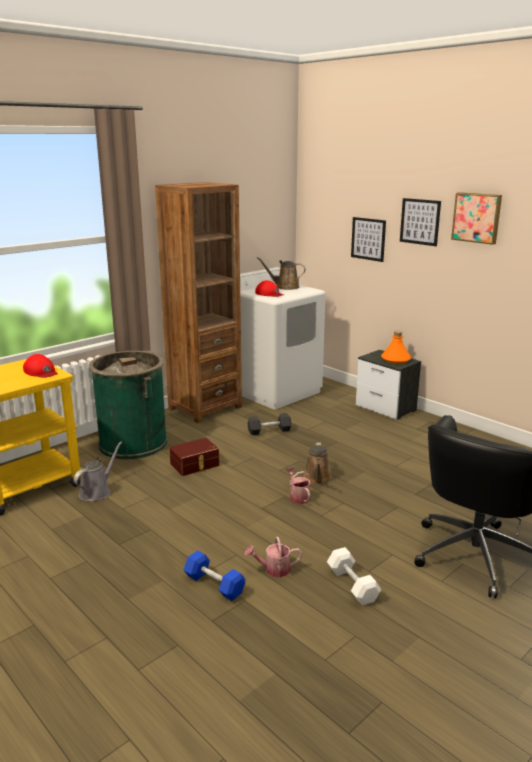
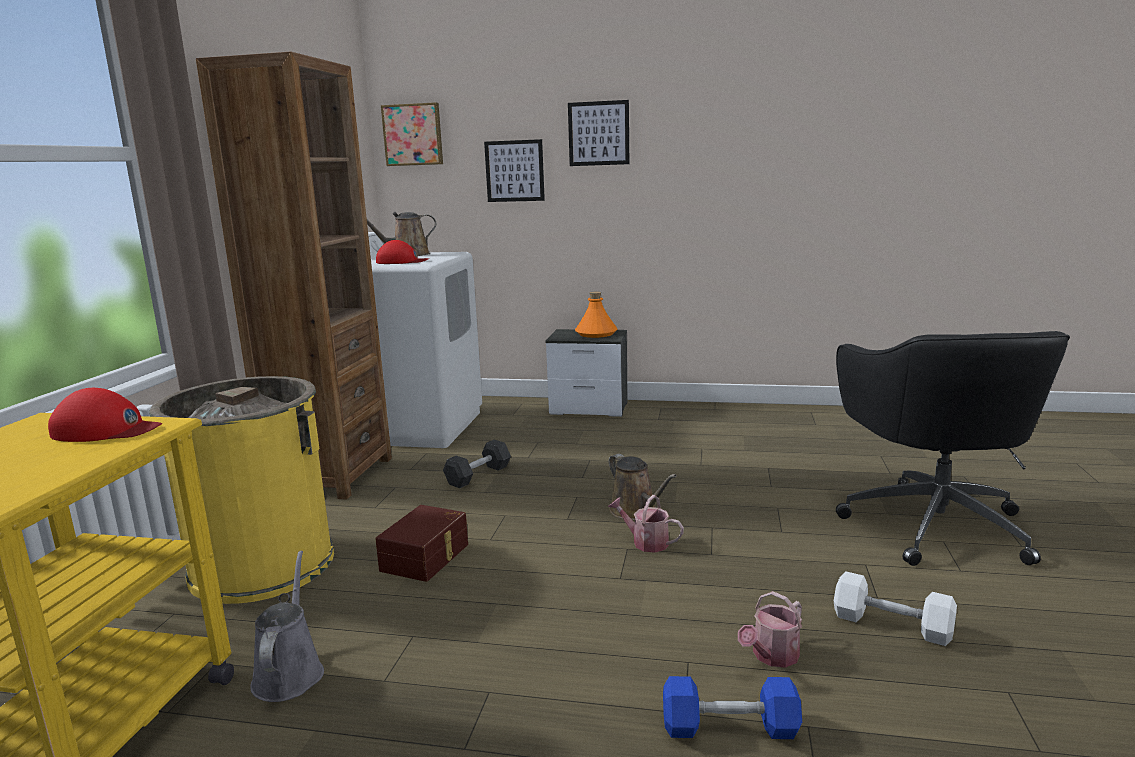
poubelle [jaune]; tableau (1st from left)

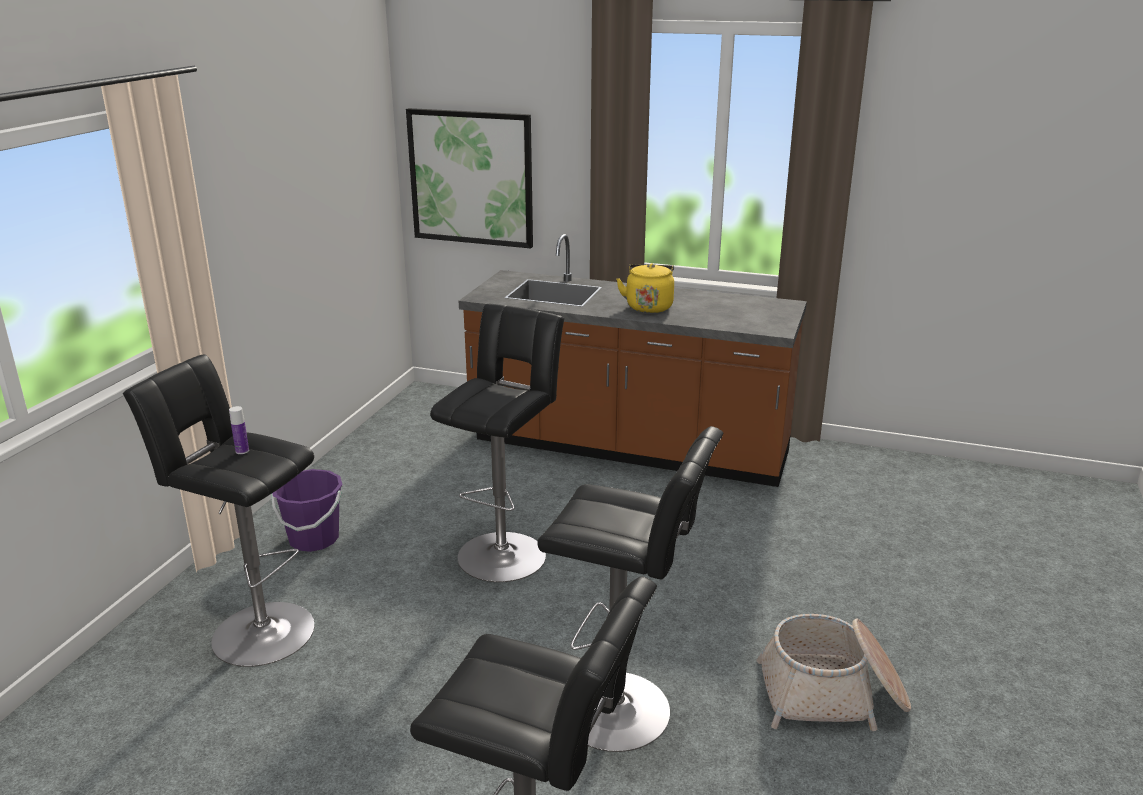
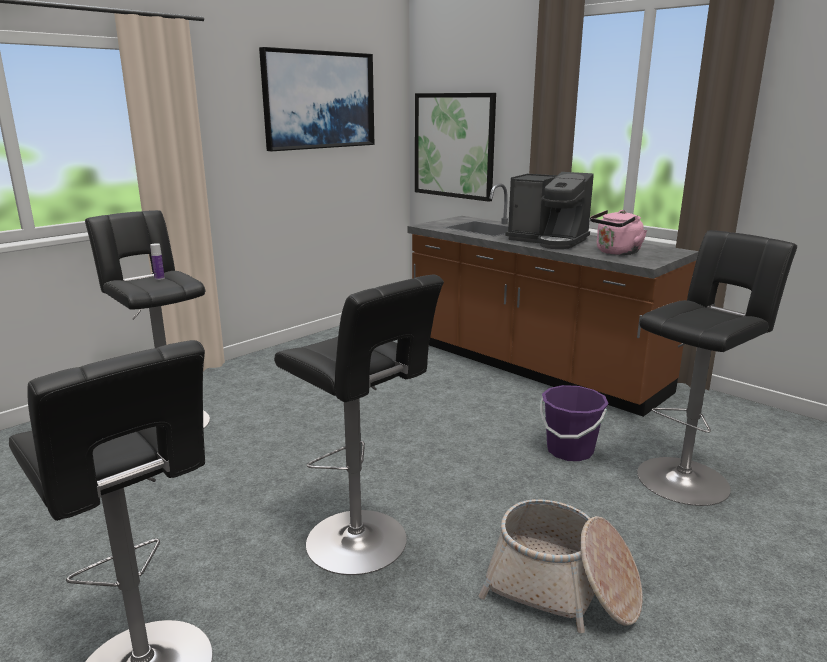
seau [violet]; tabouret [noir] (4th from left); machine à café; tableau (1st from left); bouilloire [rose]

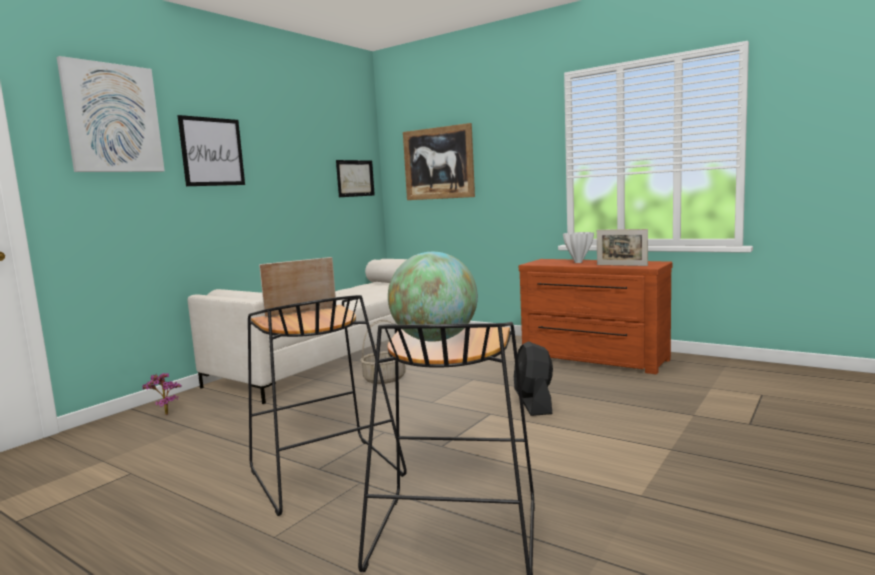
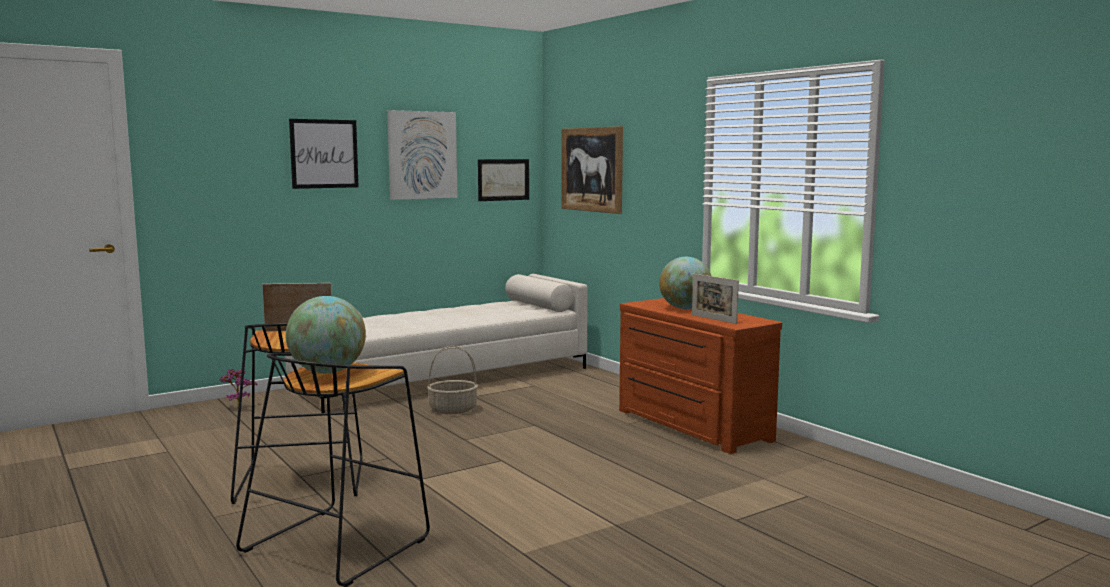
tableau (2nd from left); ventilateur [noir]; globe (2nd from left)

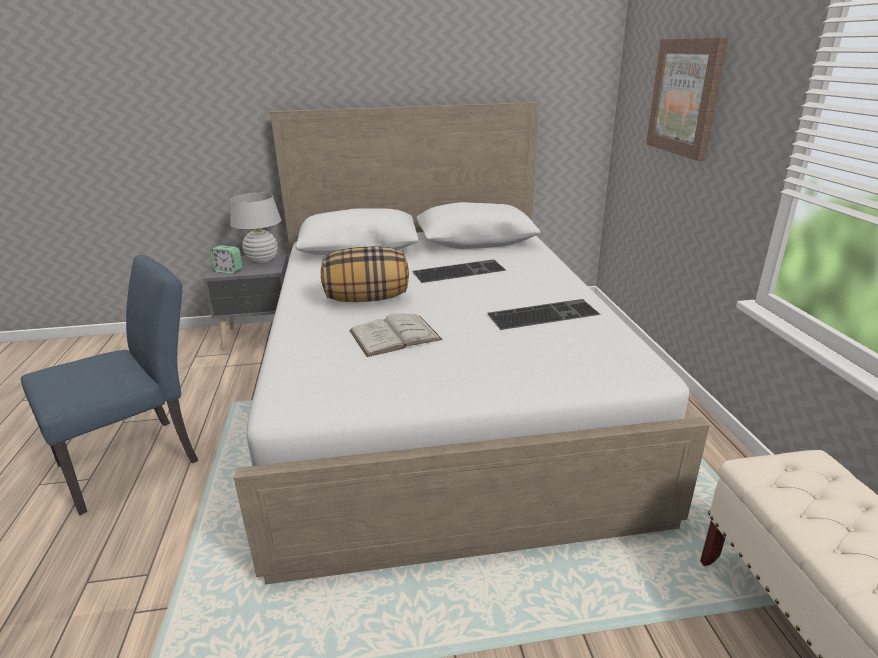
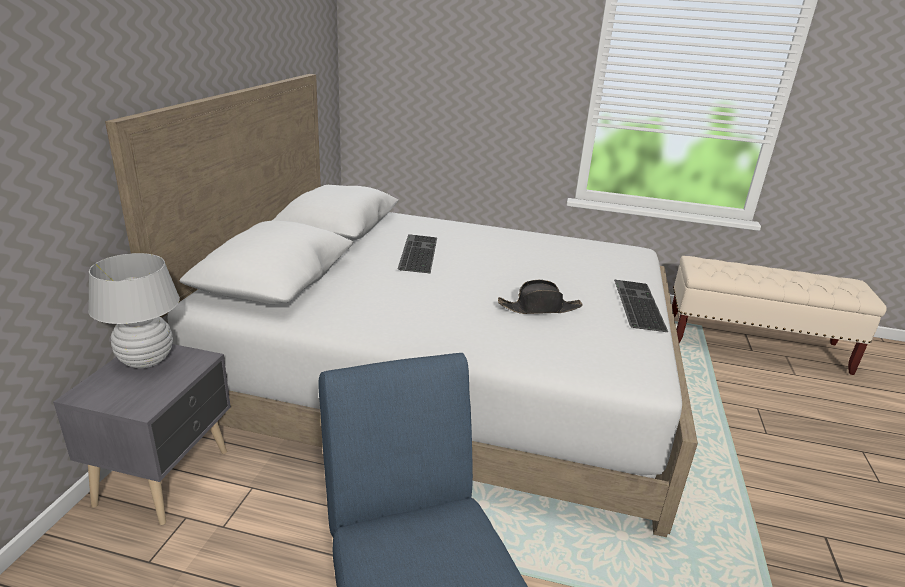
réveil; coussin; chapeau [noir]; clavier (2nd from left); tableau

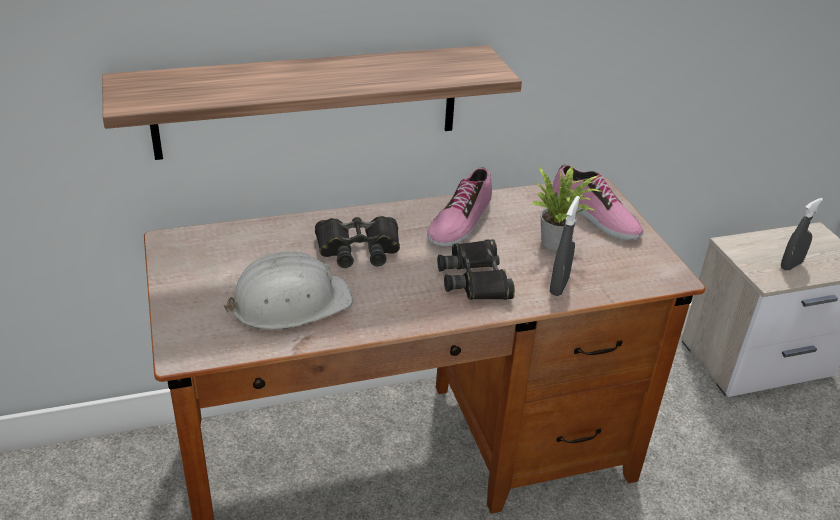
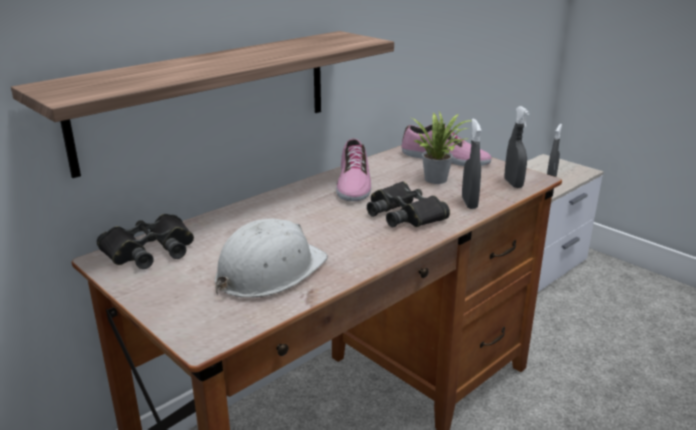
jumelles [noir] (1st from left); vaporisateur [gris] (2nd from left)

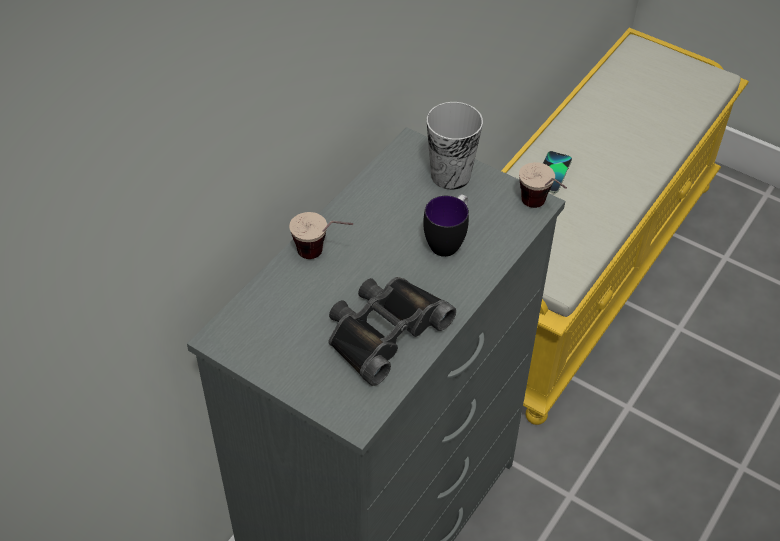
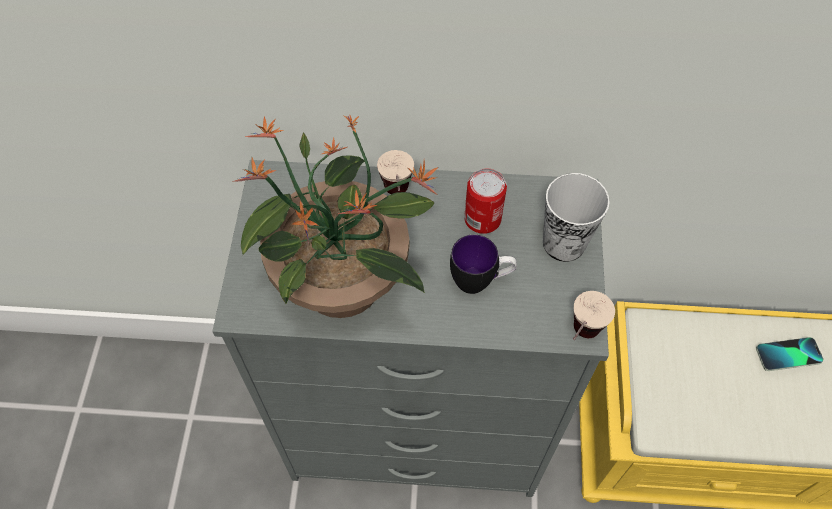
plante en pot; boîte métallique

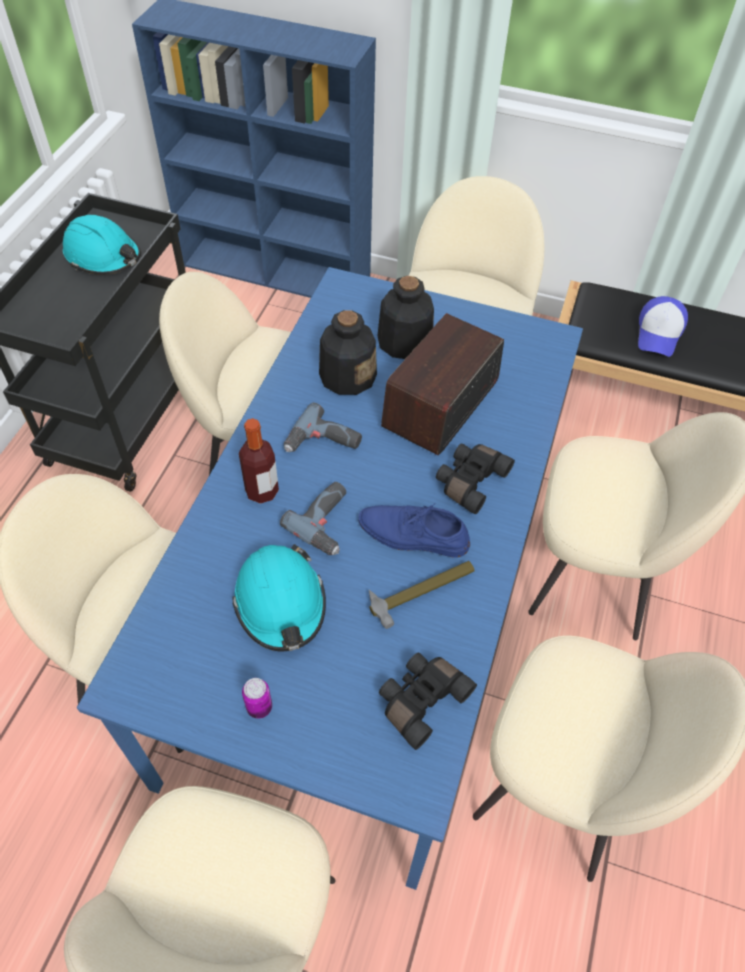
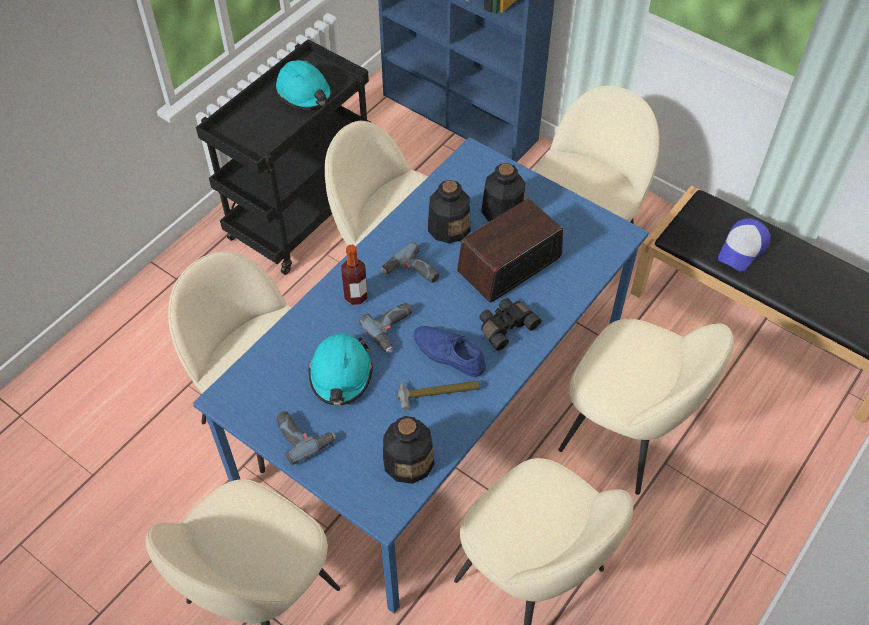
perceuse (1st from left); bouteille (2nd from left)

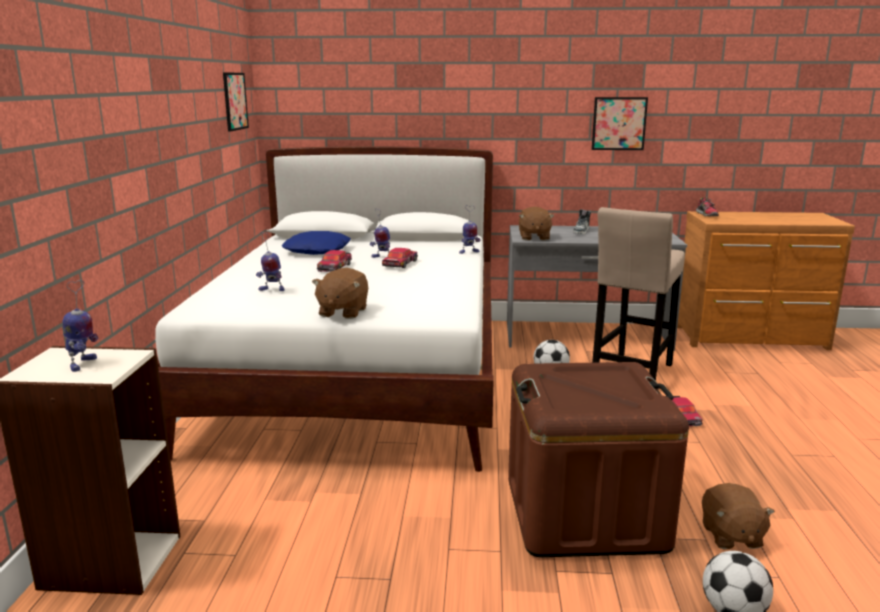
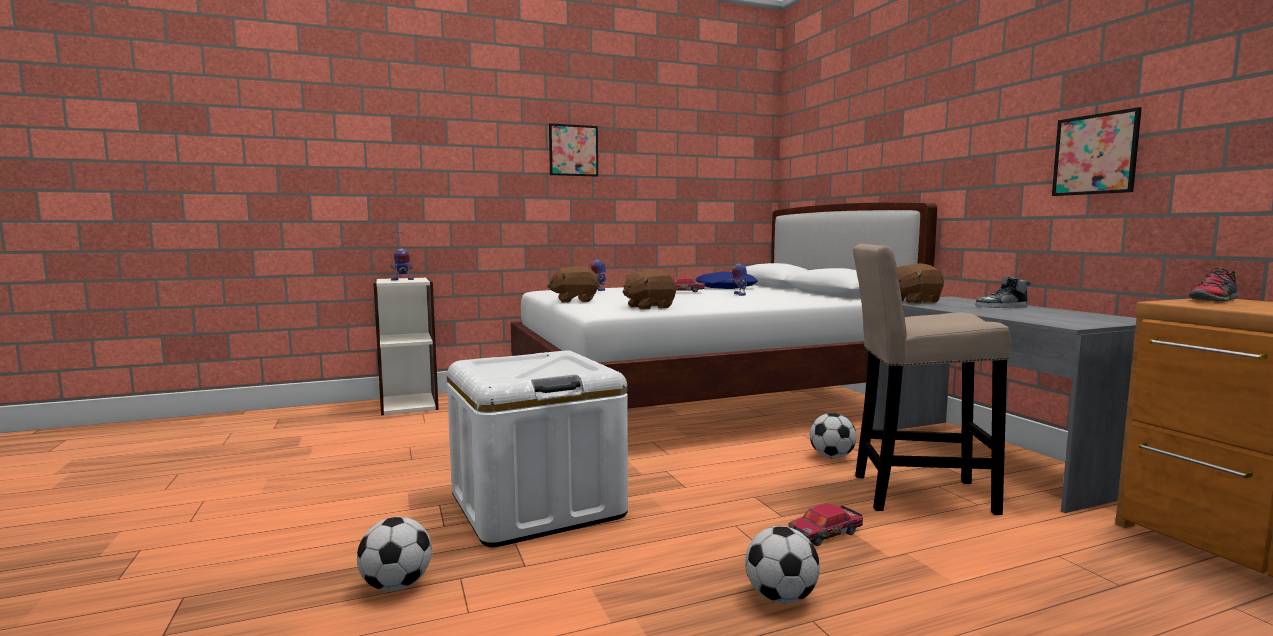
tableau (1st from left); petite voiture (2nd from left in the first image); robot jouet (4th from left in the first image); boîte de rangement [blanc]; peluche [marron] (2nd from left); ballon de foot (2nd from left)

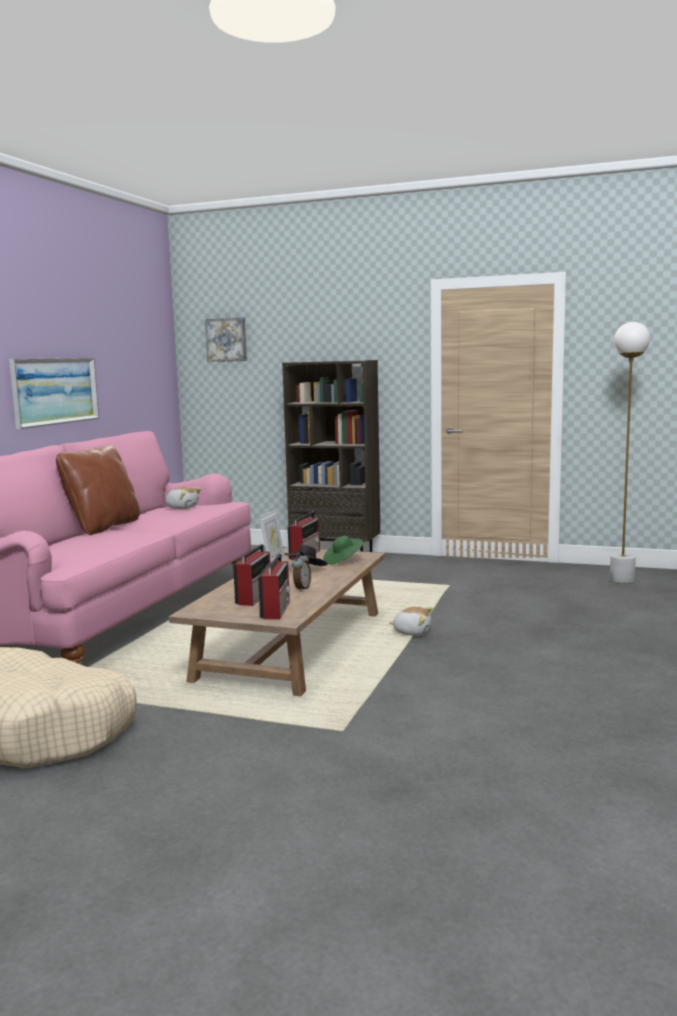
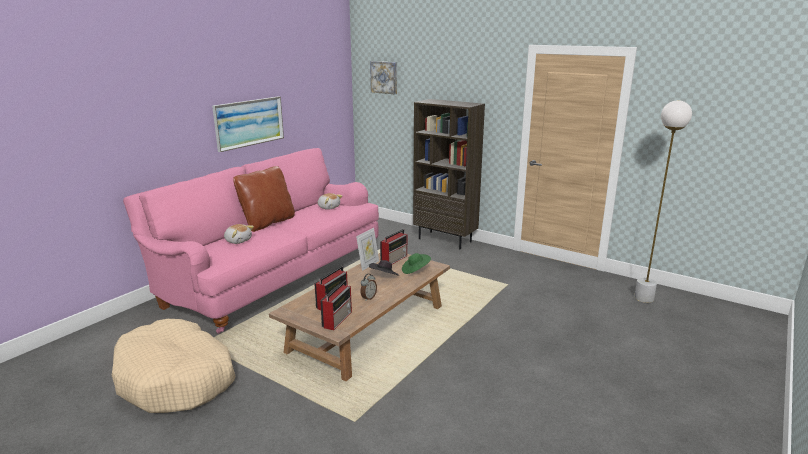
peluche (1st from left)

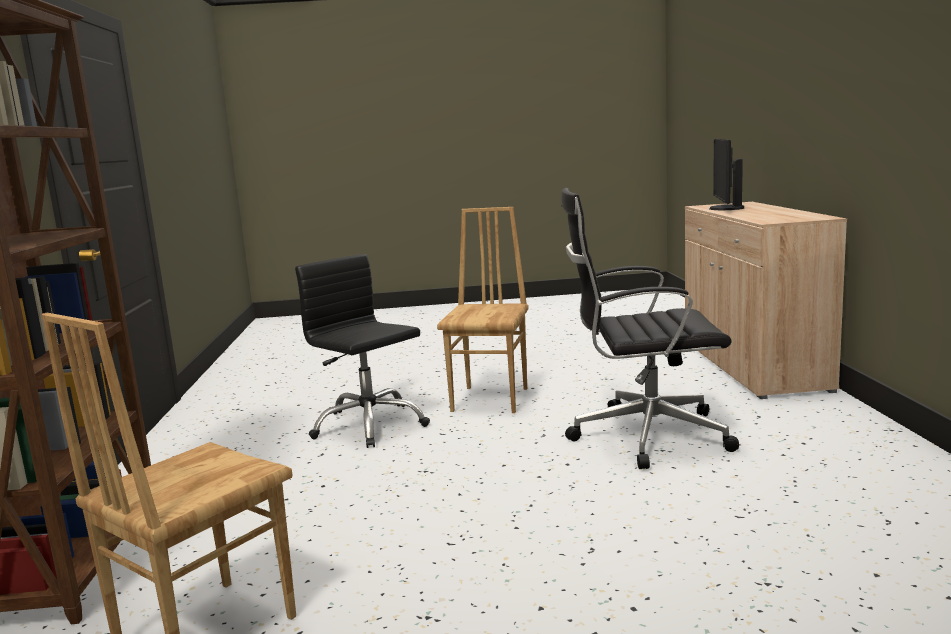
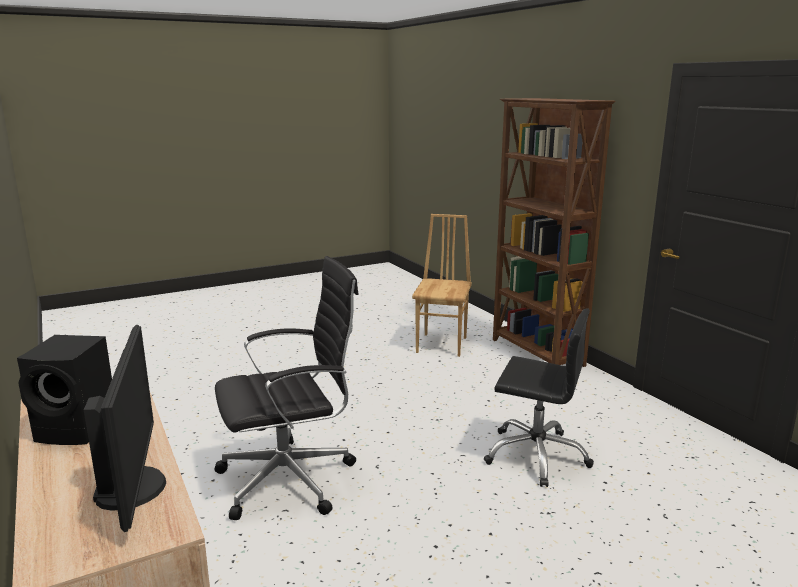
chaise [marron] (2nd from left in the first image); enceinte [noir]

